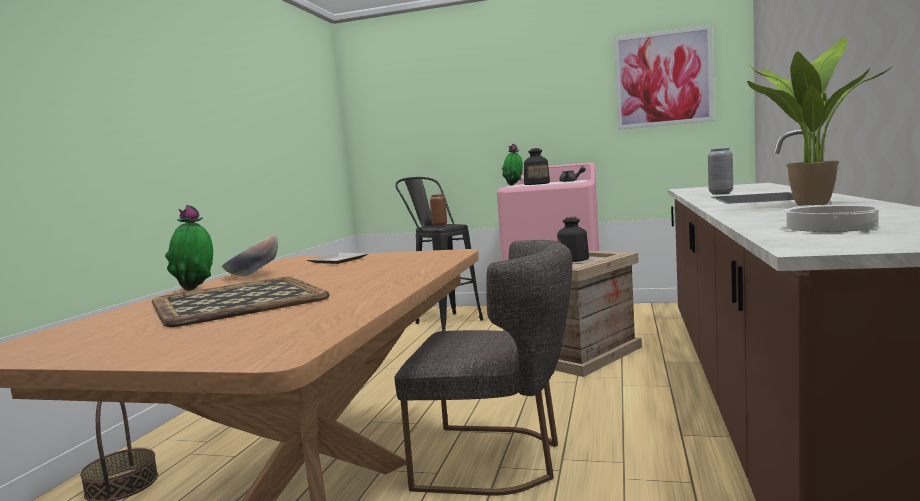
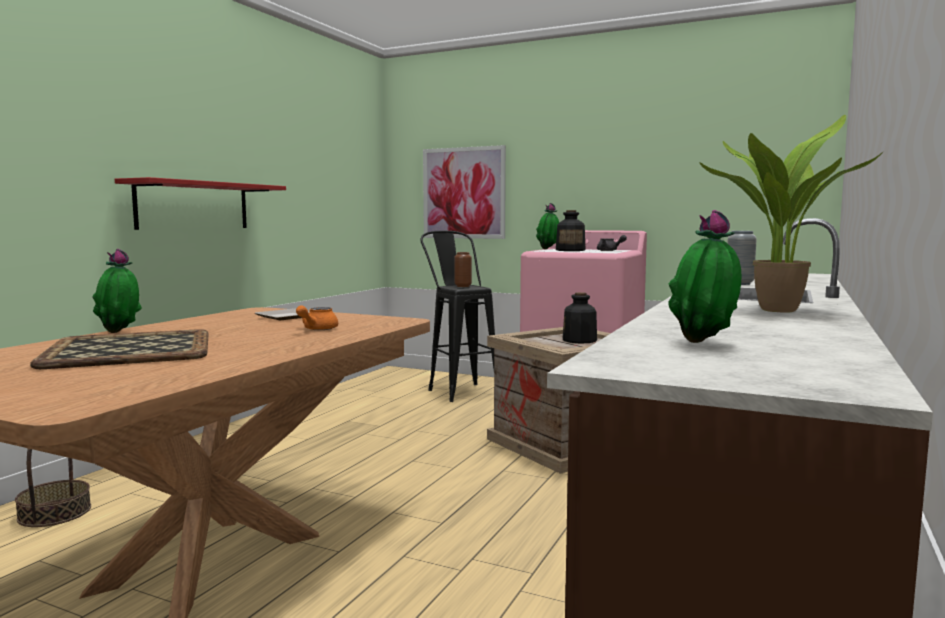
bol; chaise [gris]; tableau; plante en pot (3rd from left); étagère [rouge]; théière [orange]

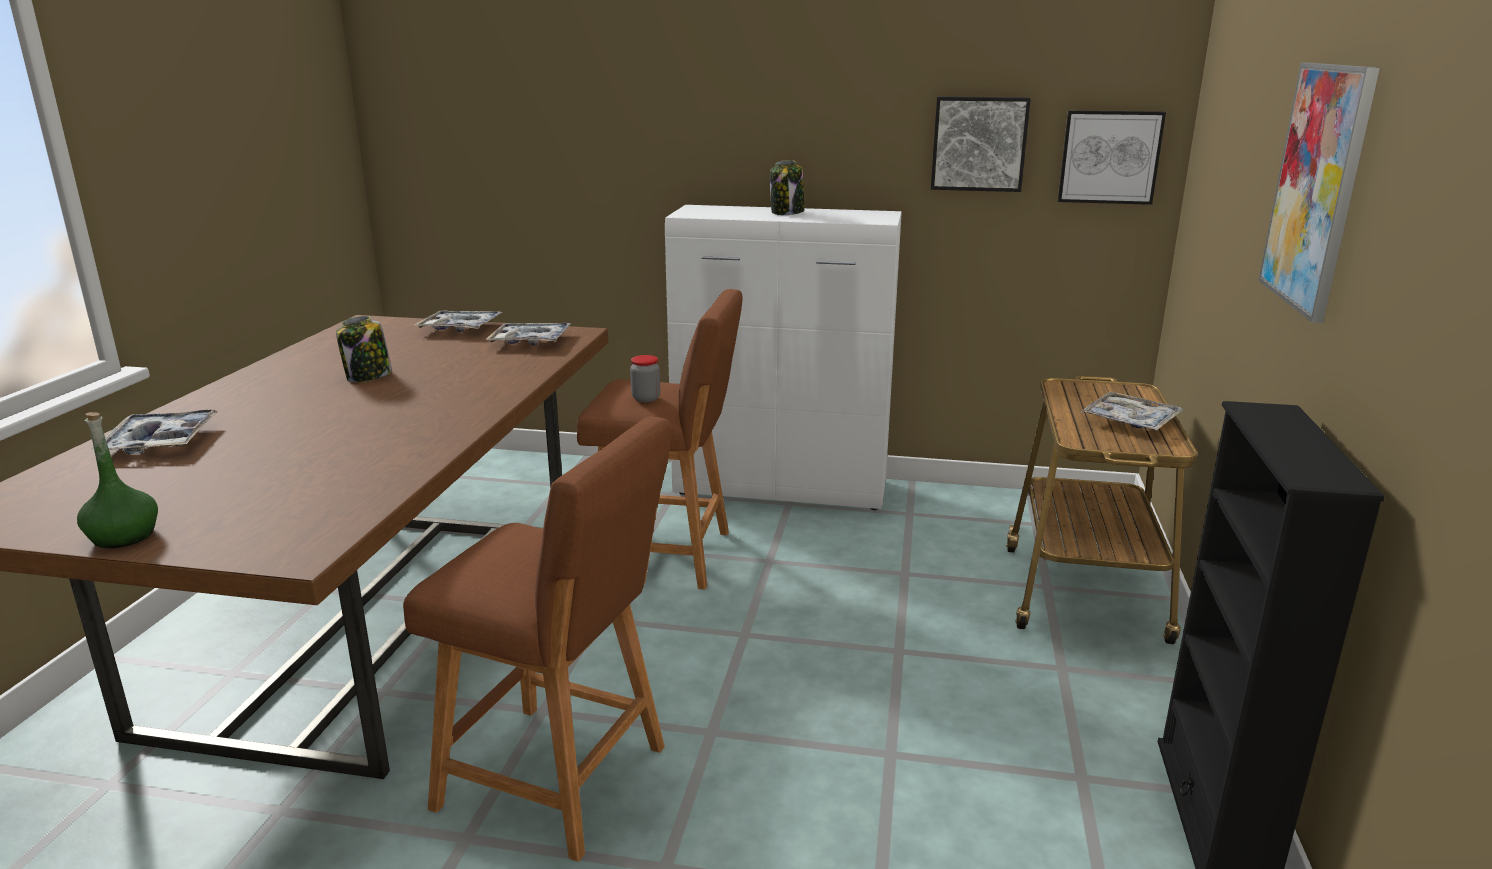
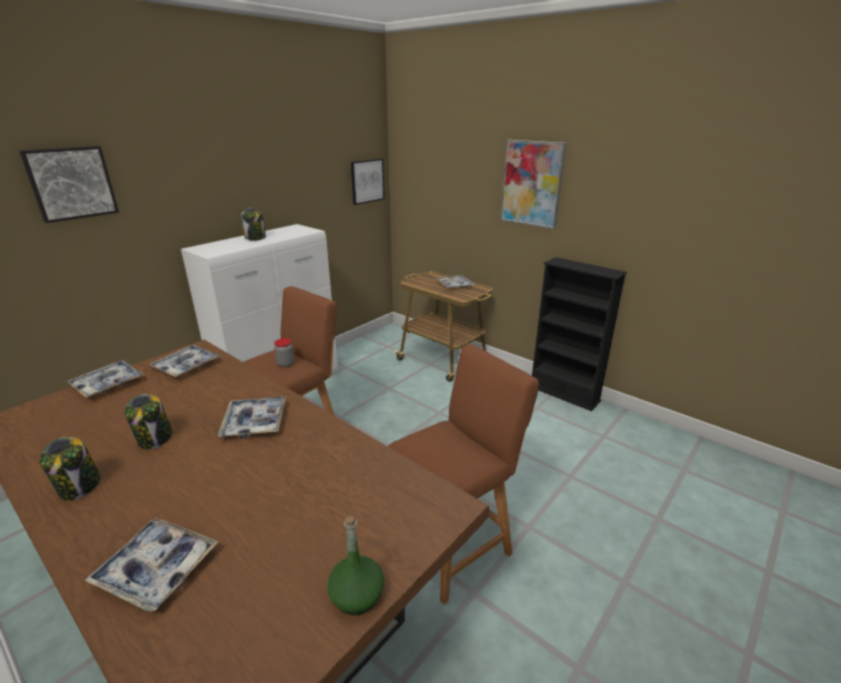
tableau (1st from left); bocal (1st from left); plateau (4th from left)

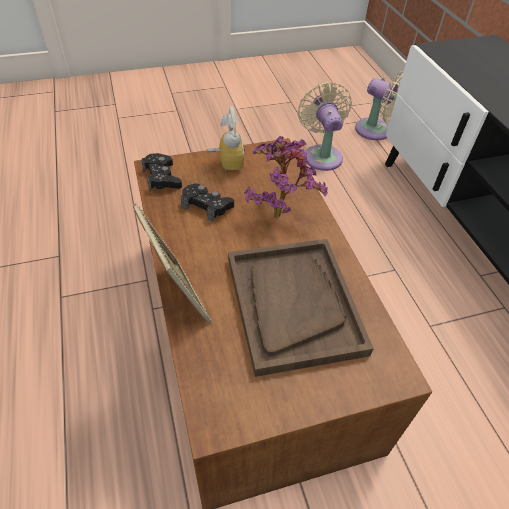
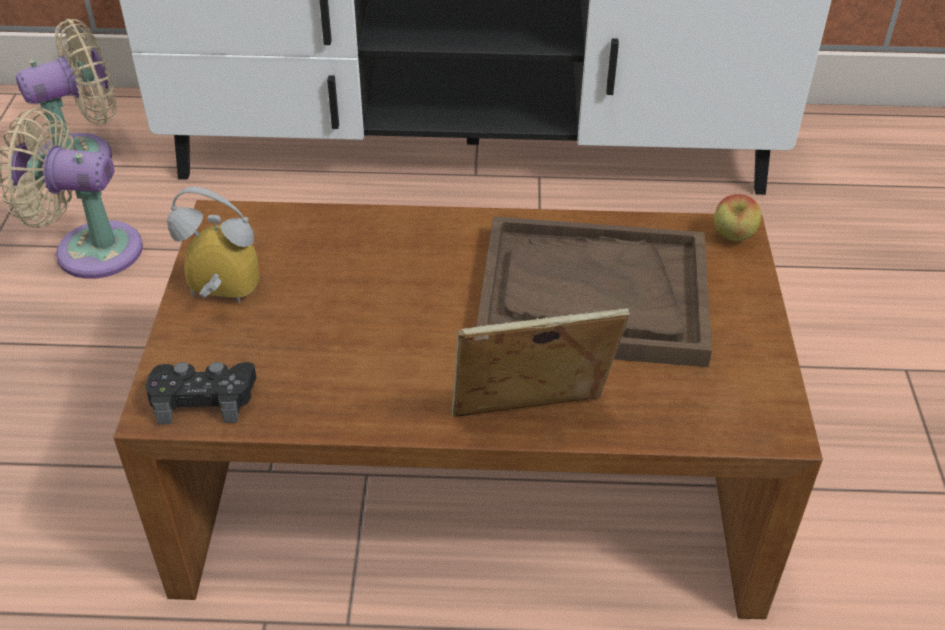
manette [noir] (2nd from left in the first image); plante en pot; pomme

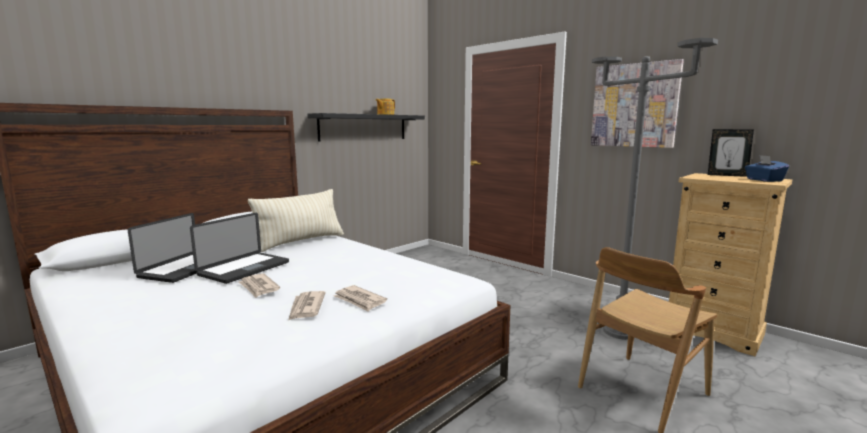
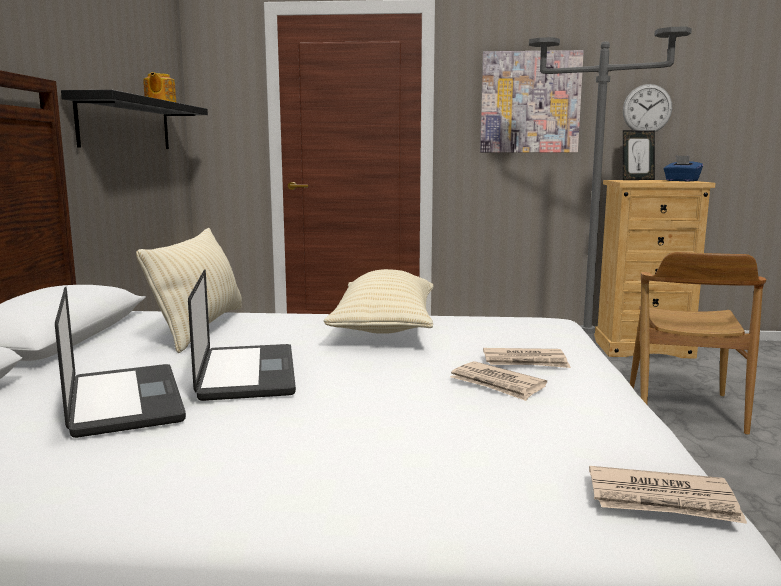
journal (3rd from left); coussin [beige] (2nd from left); horloge murale

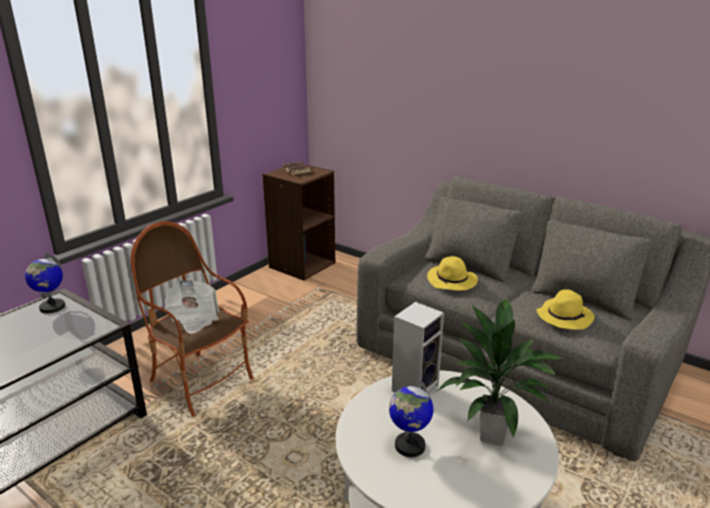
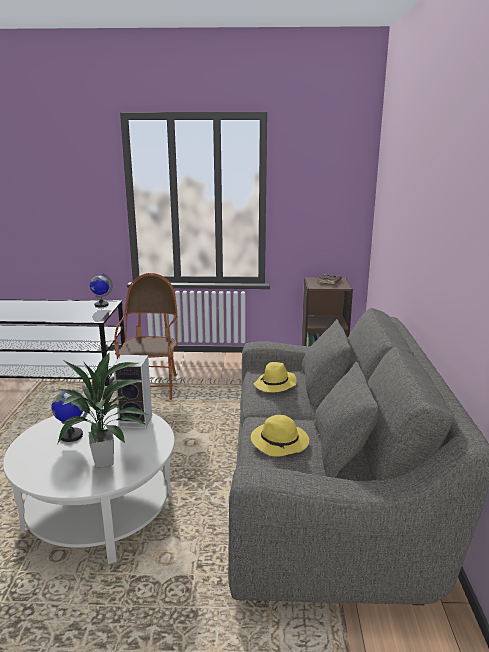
journal

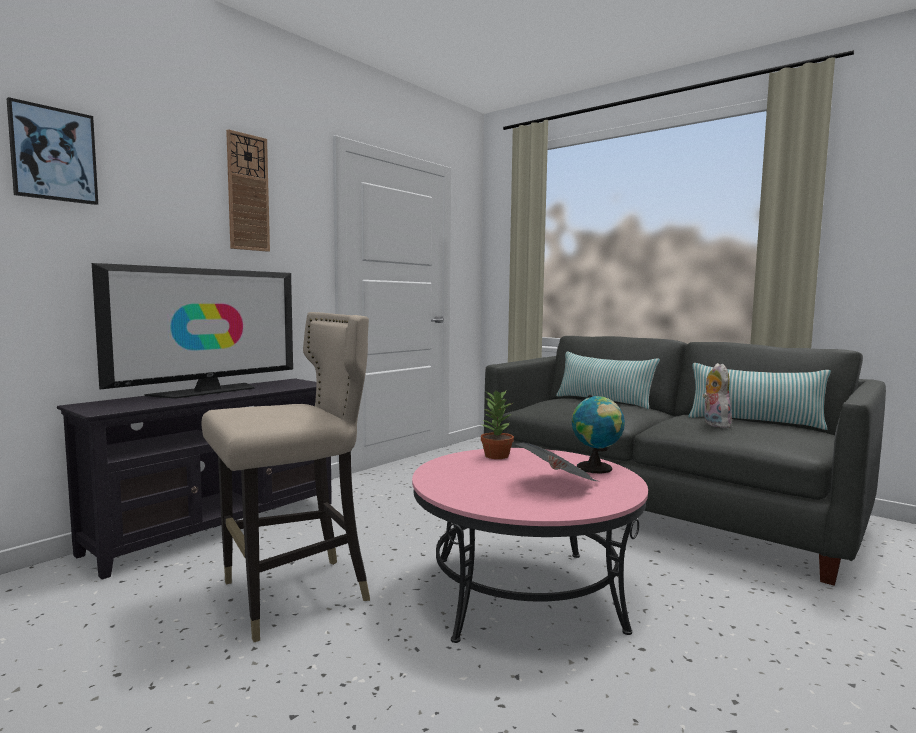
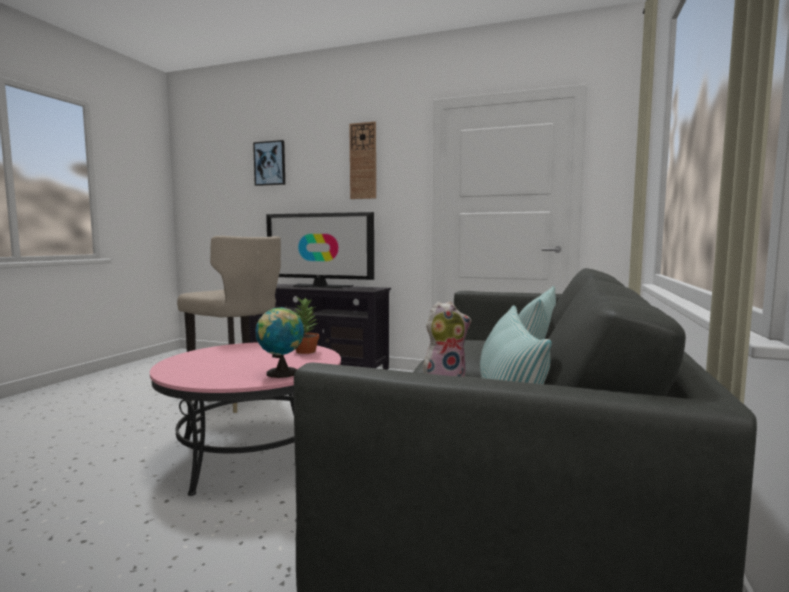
journal

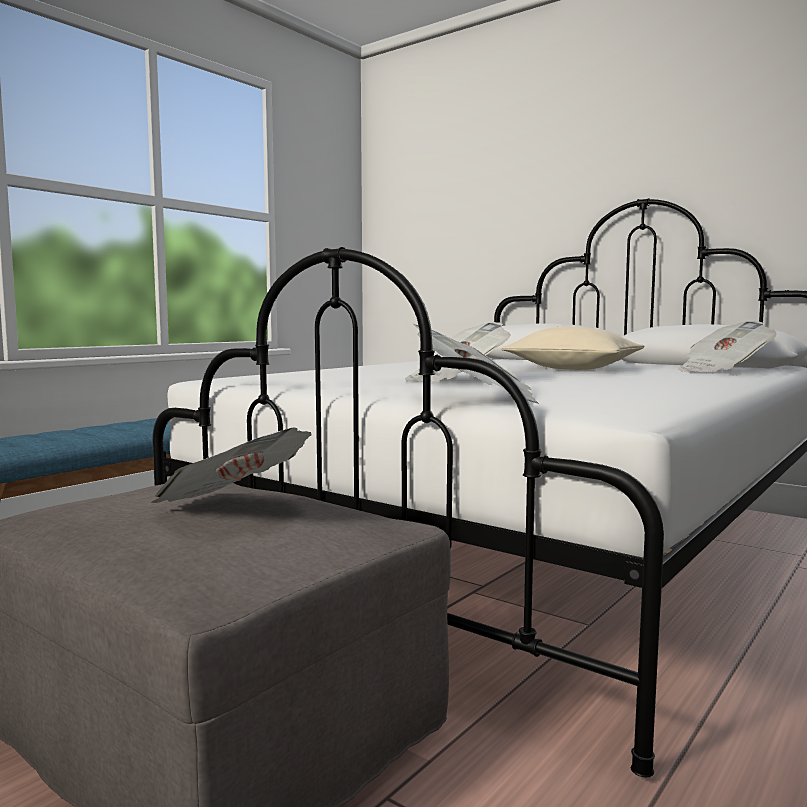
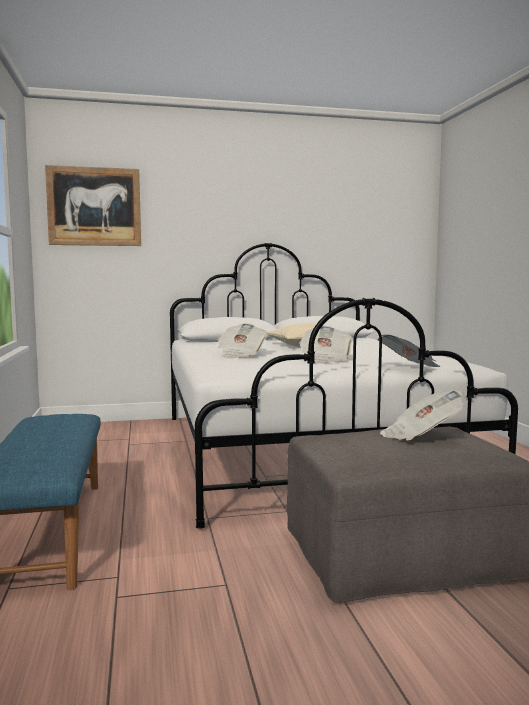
journal (1st from left); tableau

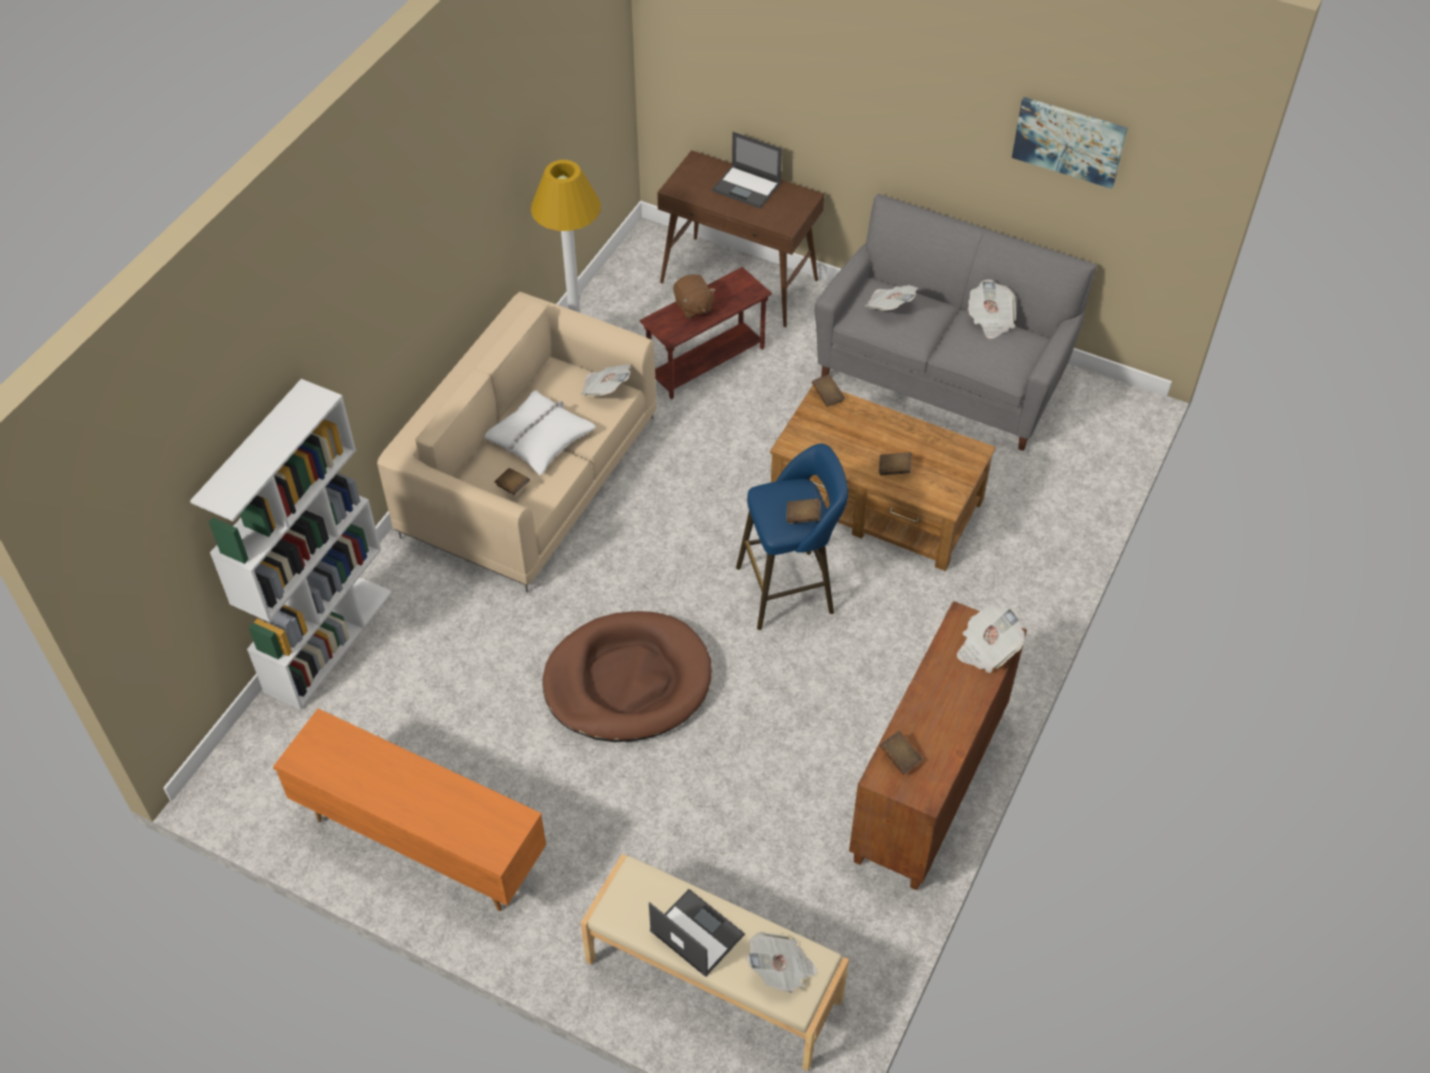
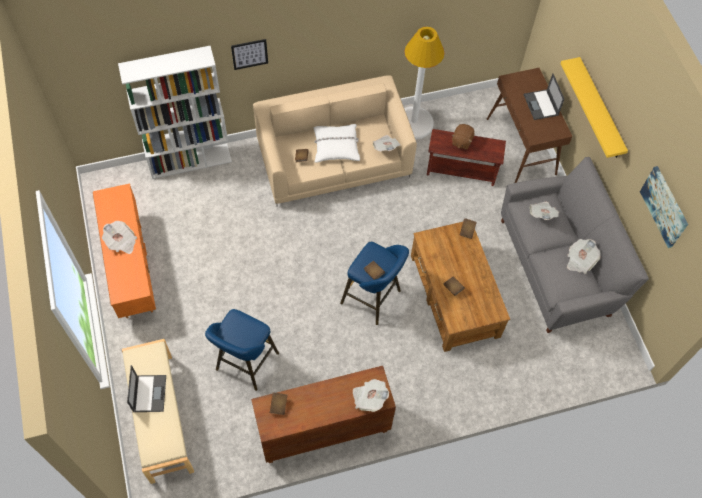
panier pour chien [marron]; journal (1st from left); tabouret [bleu] (1st from left); tableau (1st from left); étagère [jaune]

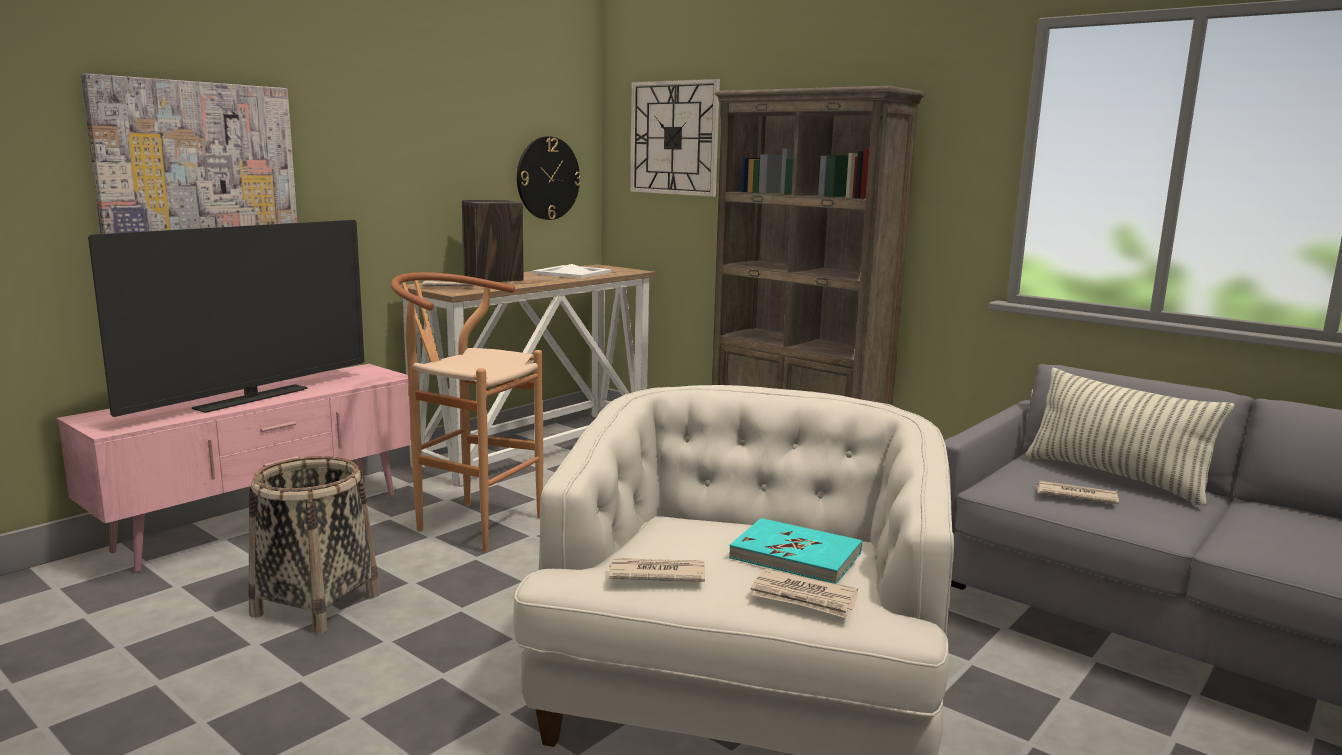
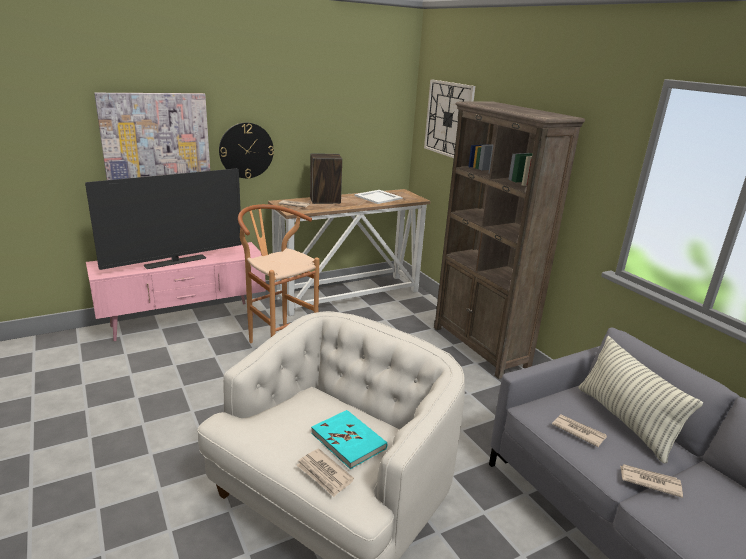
panier; horloge murale (1st from left); journal (4th from left)

